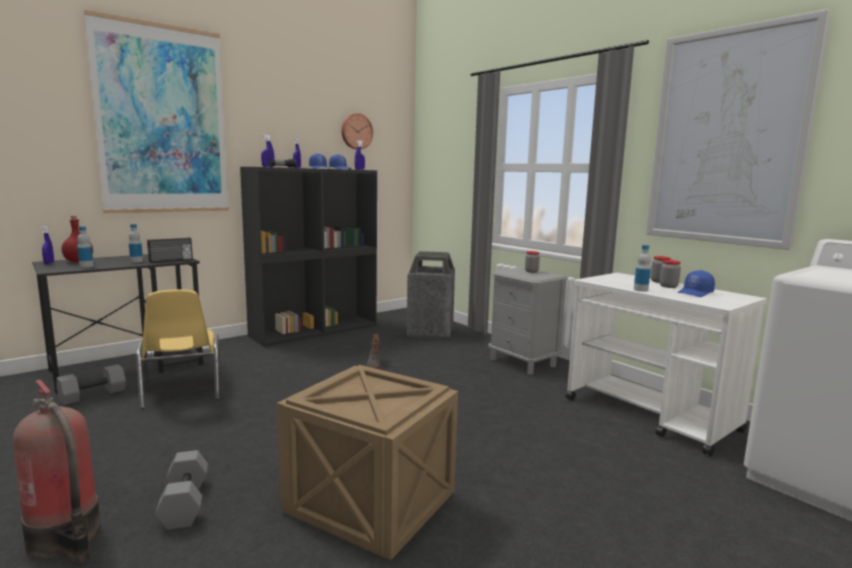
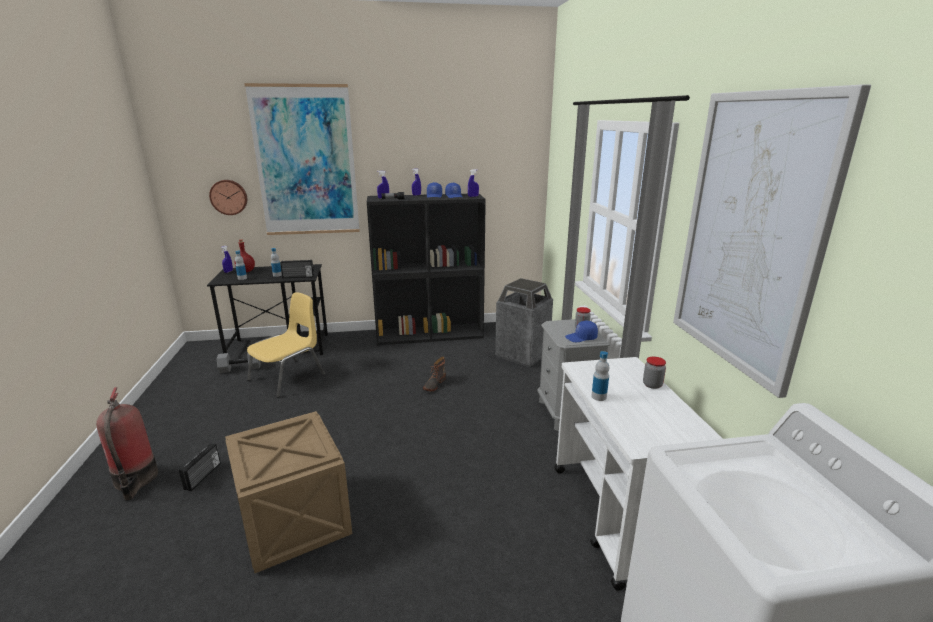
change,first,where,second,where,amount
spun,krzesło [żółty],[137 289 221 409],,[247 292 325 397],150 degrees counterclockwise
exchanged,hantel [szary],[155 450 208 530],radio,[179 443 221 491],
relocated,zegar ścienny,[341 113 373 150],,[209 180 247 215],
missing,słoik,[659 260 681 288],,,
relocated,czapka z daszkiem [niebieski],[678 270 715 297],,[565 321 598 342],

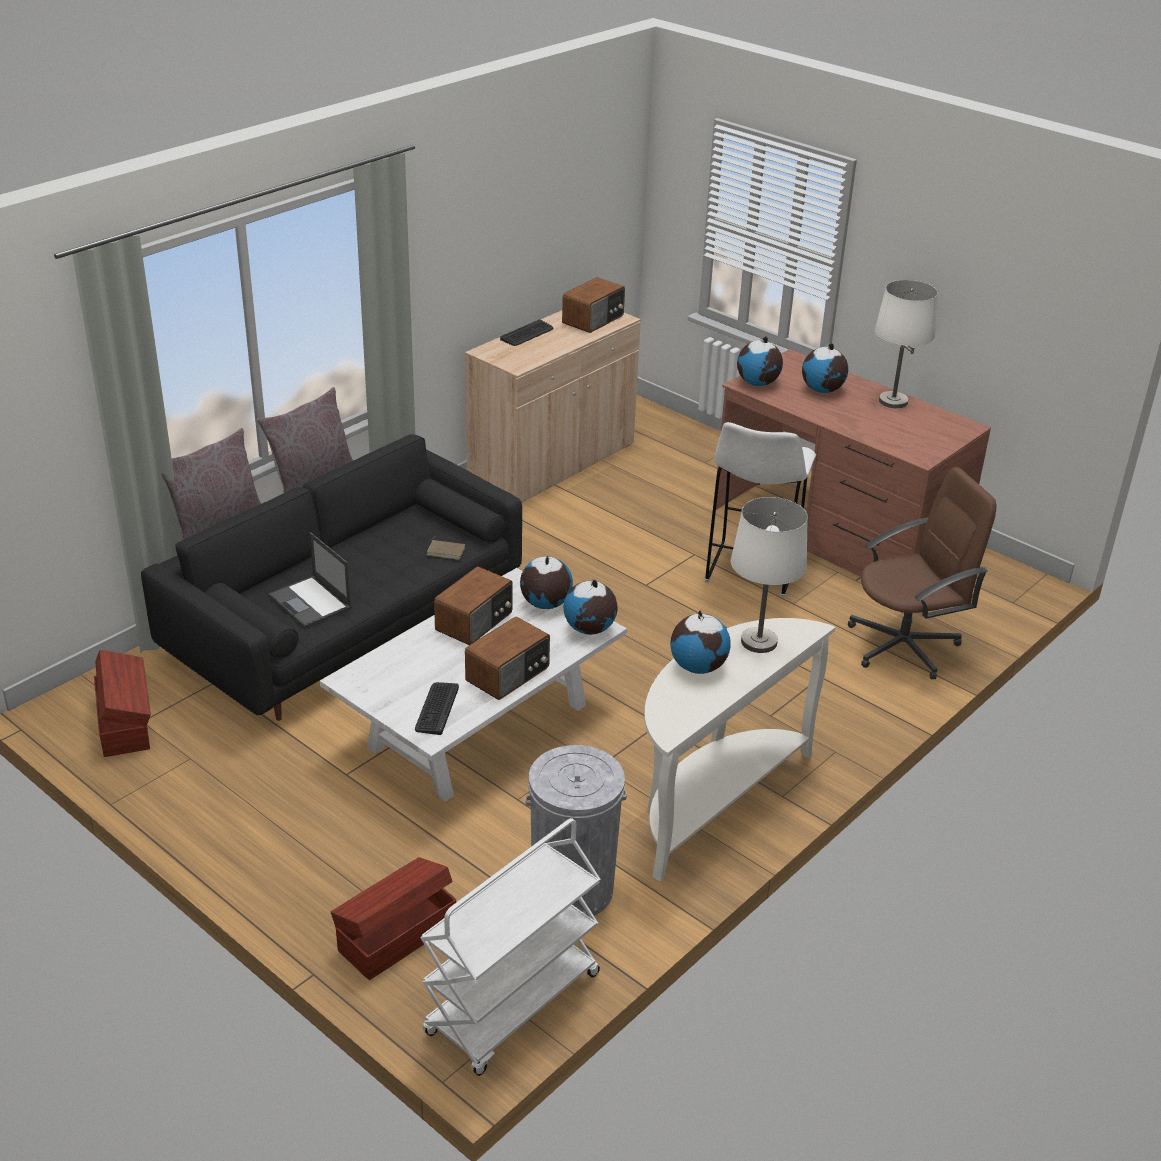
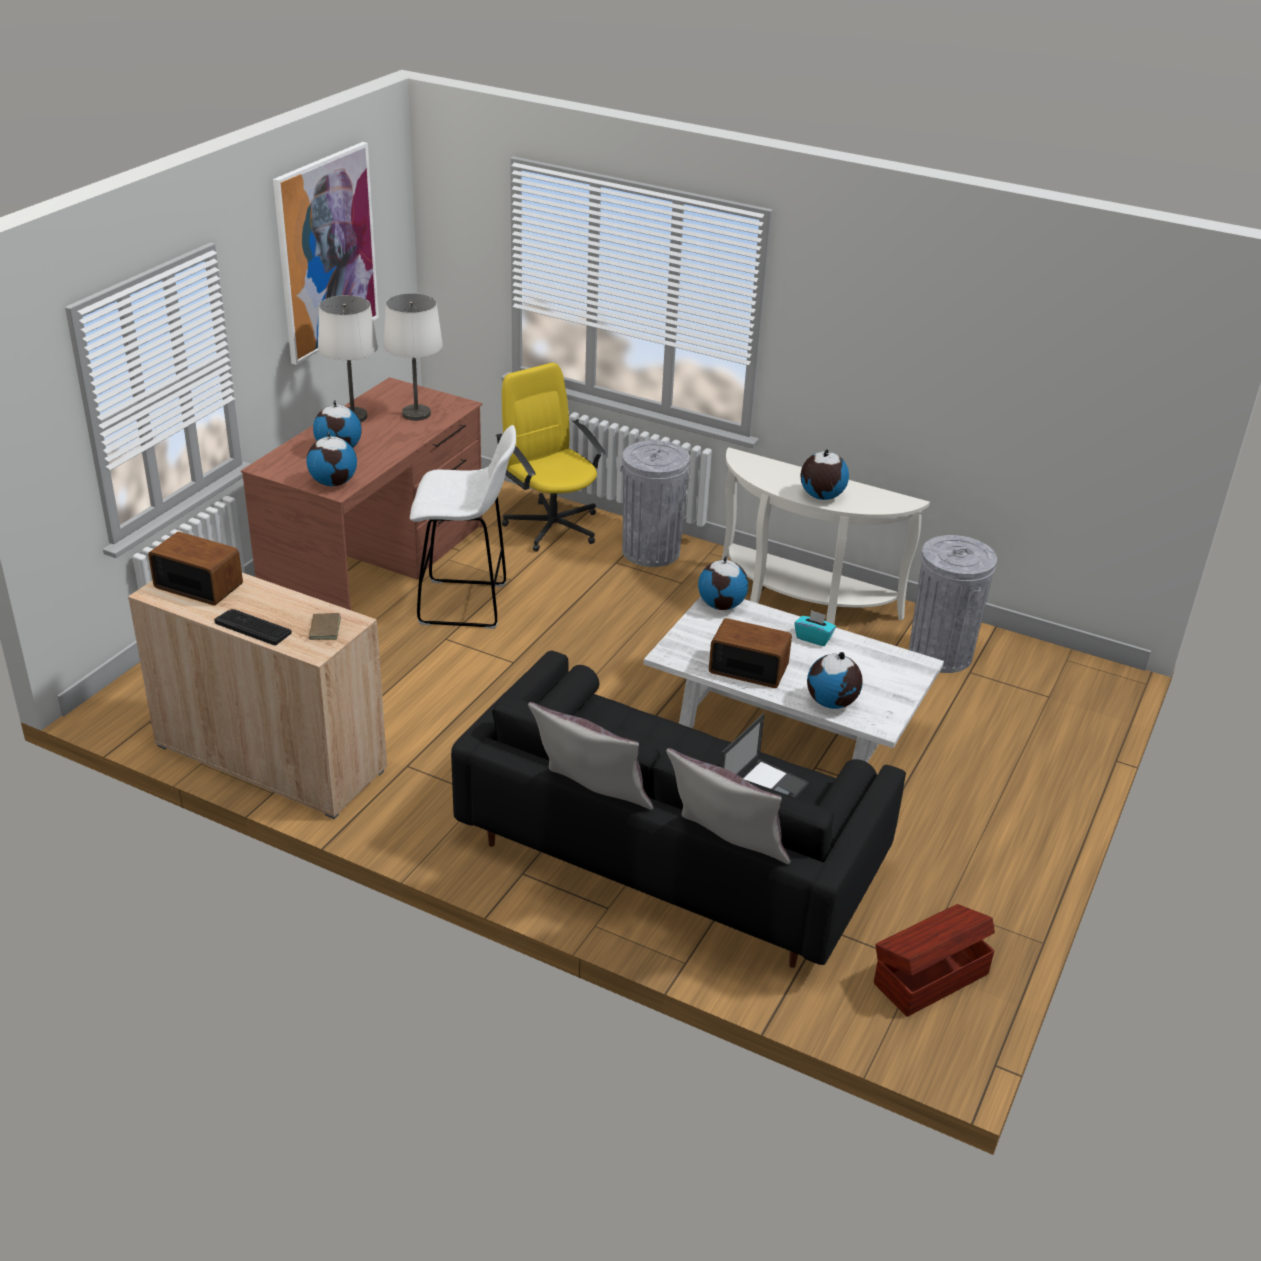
change,first,where,second,where,amount
missing,pojemnik do przechowywania [brązowy],[331 857 456 980],,,
missing,klawiatura,[415 682 459 735],,,
missing,wózek [biały],[420 818 601 1076],,,
relocated,książka [brązowy],[427 536 465 560],,[308 613 341 640],
exchanged,radio,[465 617 550 700],pudełko chusteczek [turkusowy],[794 610 836 646],
relocated,globus,[520 556 573 609],,[807 652 863 709],
relocated,lampa stołowa [biały],[731 497 808 653],,[384 293 443 421],
colour,krzesło biurowe [brązowy],[848 467 996 679],krzesło biurowe [żółty],[496 363 605 552],
appeared,,,obraz,[273 142 379 365],
appeared,,,kosz na śmieci [szary],[620 440 690 567],

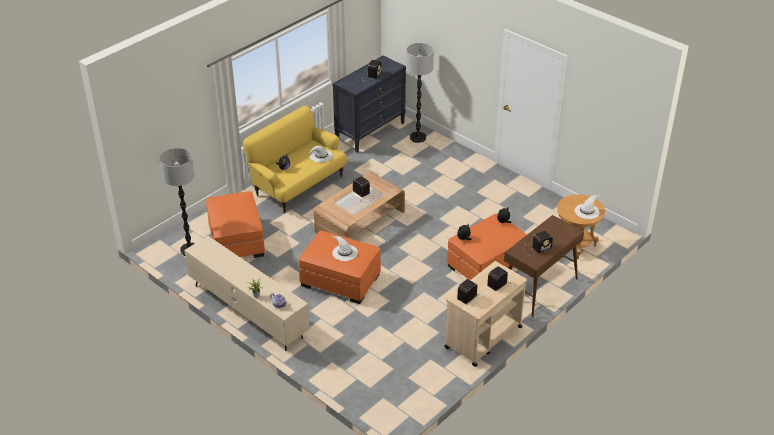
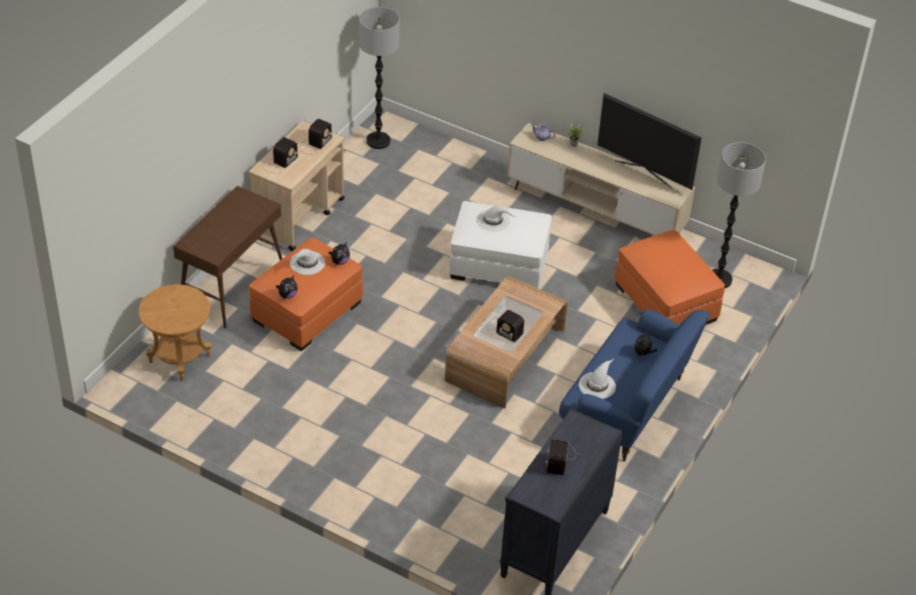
change,first,where,second,where,amount
colour,kanapa [żółty],[243 106 347 213],kanapa [niebieski],[559 309 710 461],
colour,pufa [pomarańczowy],[299 231 381 304],pufa [biały],[449 201 552 288],
relocated,lampa stojąca,[406 43 434 143],,[359 7 400 149],
missing,radio,[524 231 553 254],,,
relocated,kapelusz [biały],[575 195 600 219],,[290 249 325 275],
appeared,,,telewizor,[597 93 701 190],

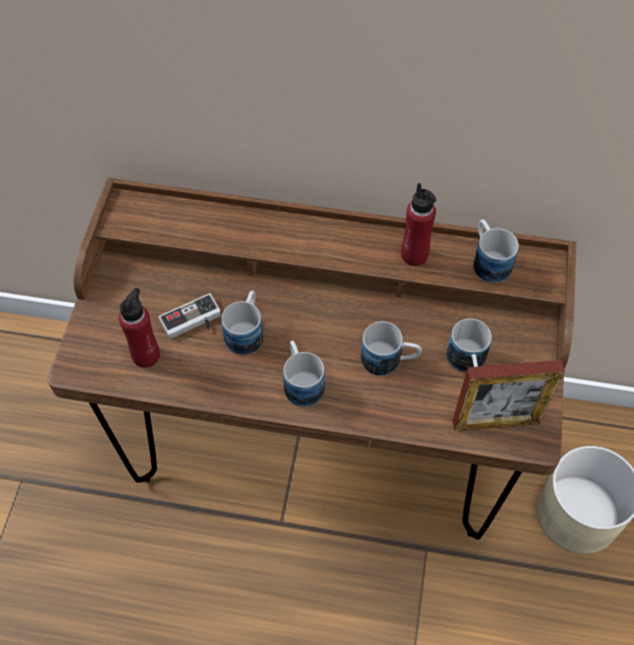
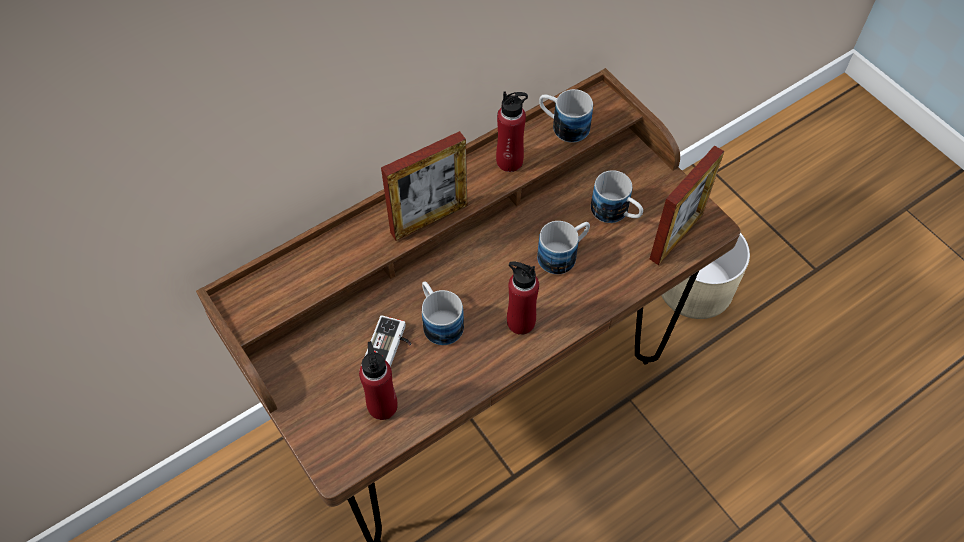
change,first,where,second,where,amount
exchanged,kubek,[283 341 325 407],butelka [czerwony],[507 261 539 335],
appeared,,,ramka na zdjęcie,[381 131 467 240],

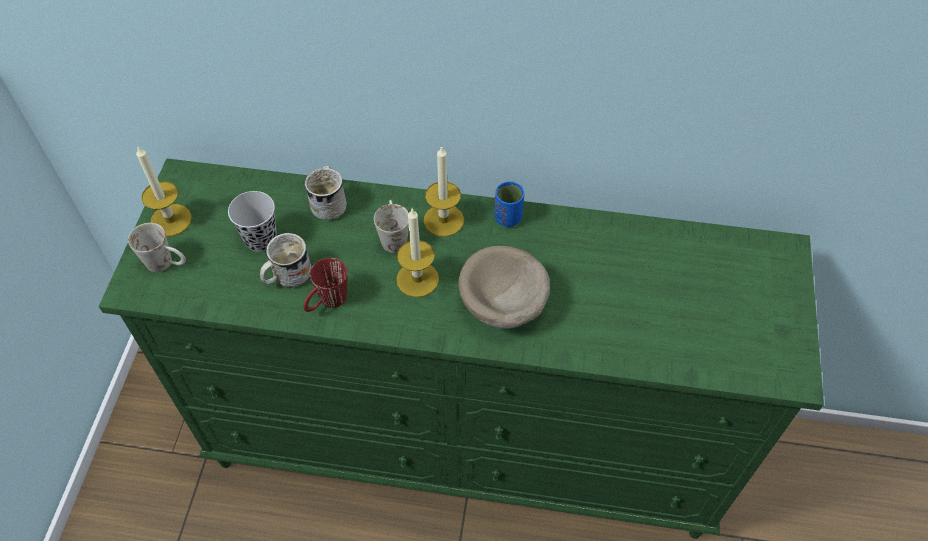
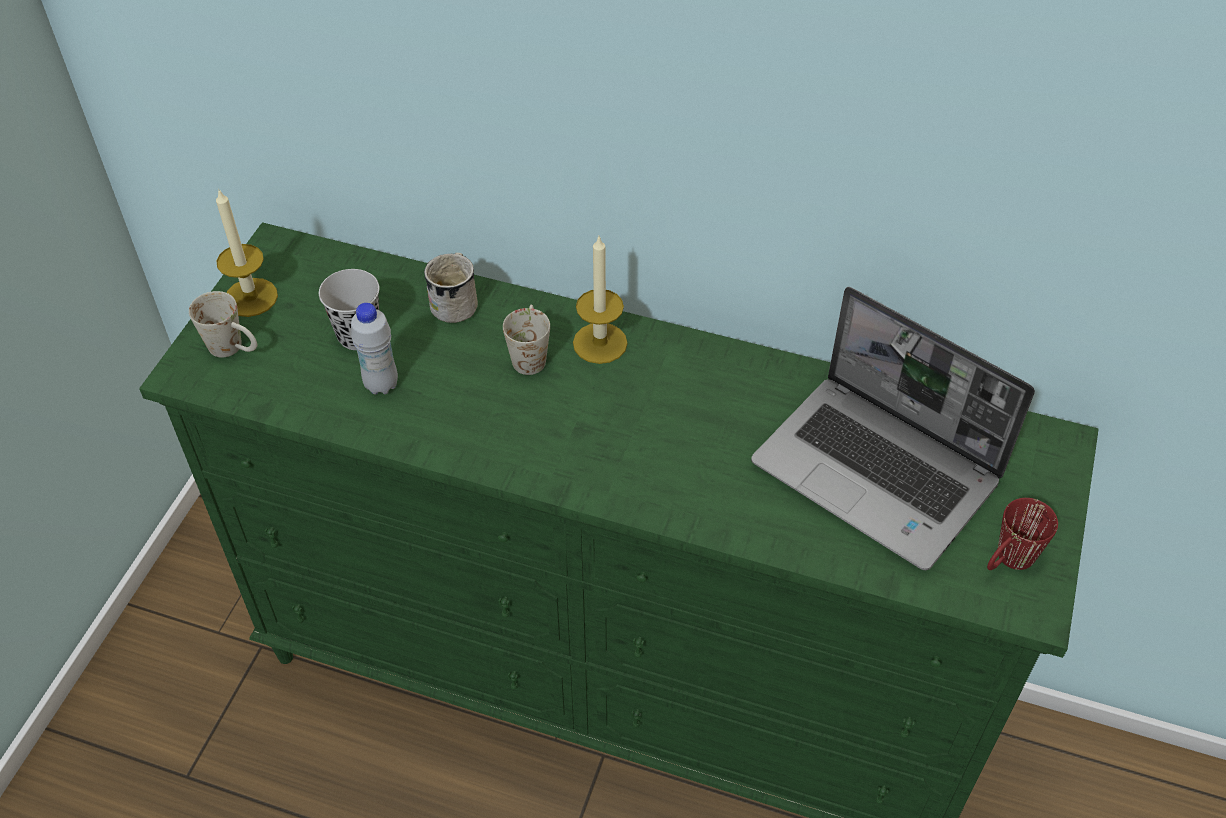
change,first,where,second,where,amount
exchanged,kubek [biały],[260 233 312 289],butelka [biały],[351 303 398 395],
relocated,kubek [czerwony],[304 258 348 312],,[987 498 1058 570],
missing,świeca,[396 207 439 297],,,
missing,miska [beżowy],[459 246 550 329],,,
missing,filiżanka [niebieski],[495 181 524 227],,,
appeared,,,laptop,[751 287 1035 570],

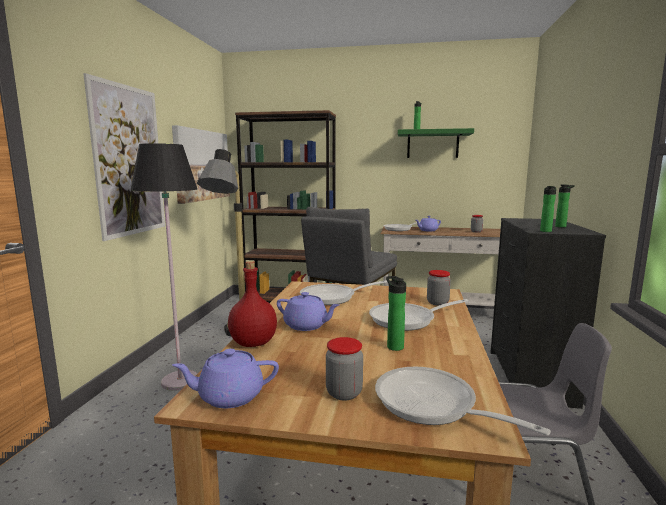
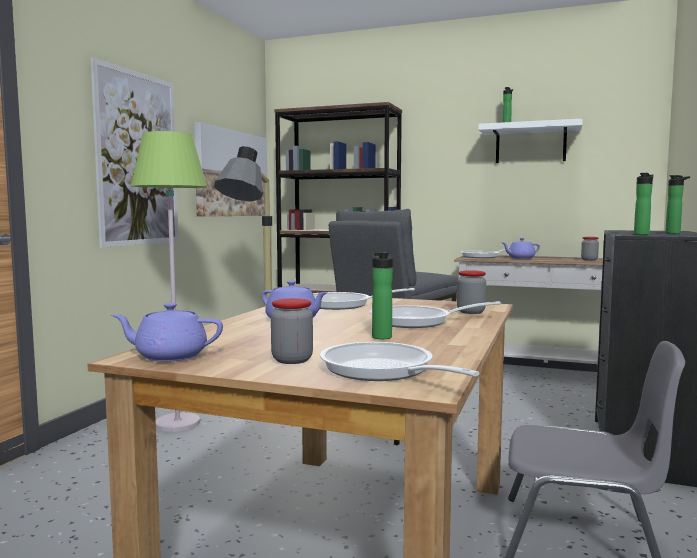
change,first,where,second,where,amount
colour,lampa stojąca [czarny],[131 143 198 391],lampa stojąca [zielony],[131 131 207 432],
missing,butelka [czerwony],[228 261 277 347],,,
colour,półka [zielony],[398 128 474 158],półka [biały],[478 119 583 163],

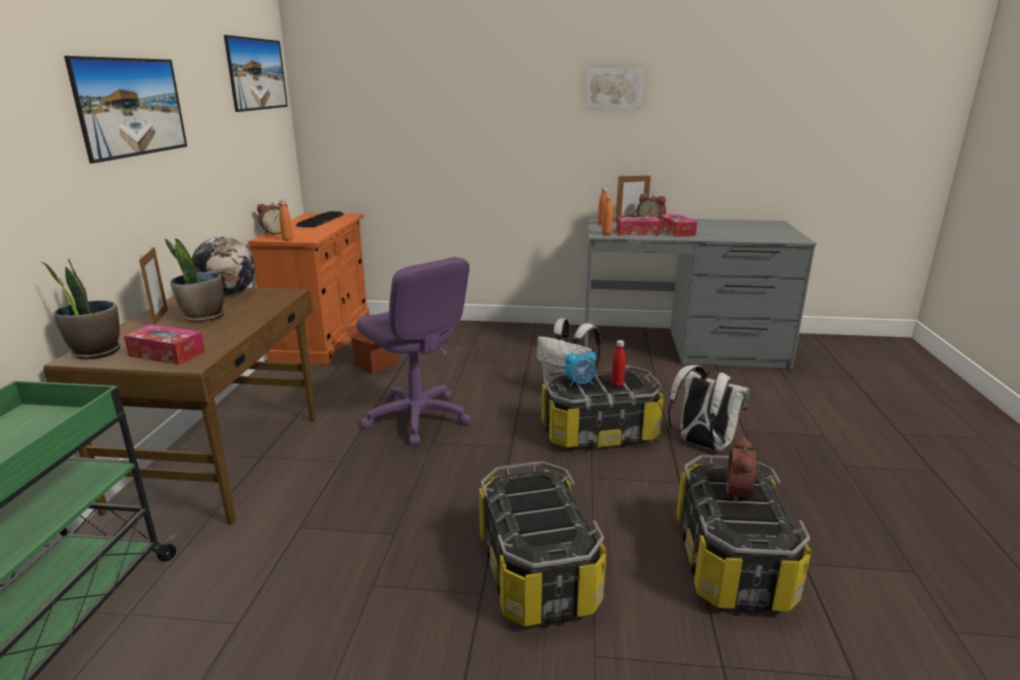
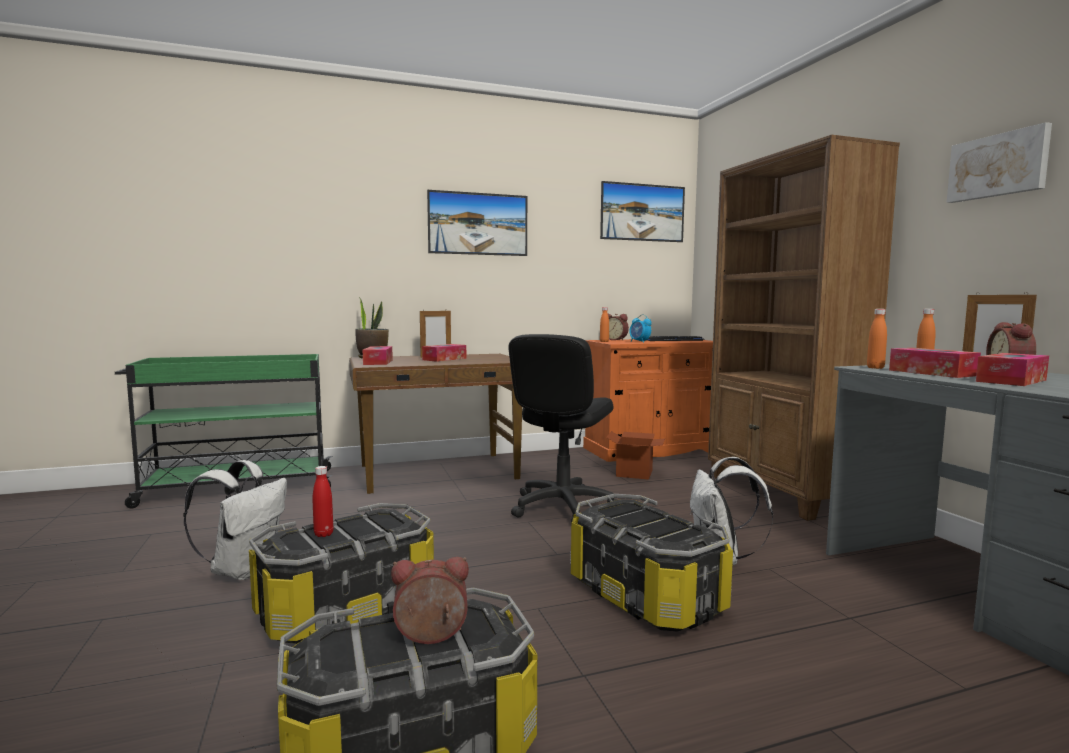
change,first,where,second,where,amount
exchanged,roślina doniczkowa,[165 238 225 322],pudełko chusteczek,[422 344 466 362],
missing,globus,[192 237 255 296],,,
colour,krzesło biurowe [fioletowy],[357 257 471 445],krzesło biurowe [czarny],[508 334 617 522],
relocated,budzik,[565 347 596 387],,[629 314 652 343],
relocated,butelka [czerwony],[611 340 625 387],,[313 466 333 537],
relocated,plecak [biały],[668 365 749 451],,[183 460 287 580],
appeared,,,regał [brązowy],[708 135 900 521],

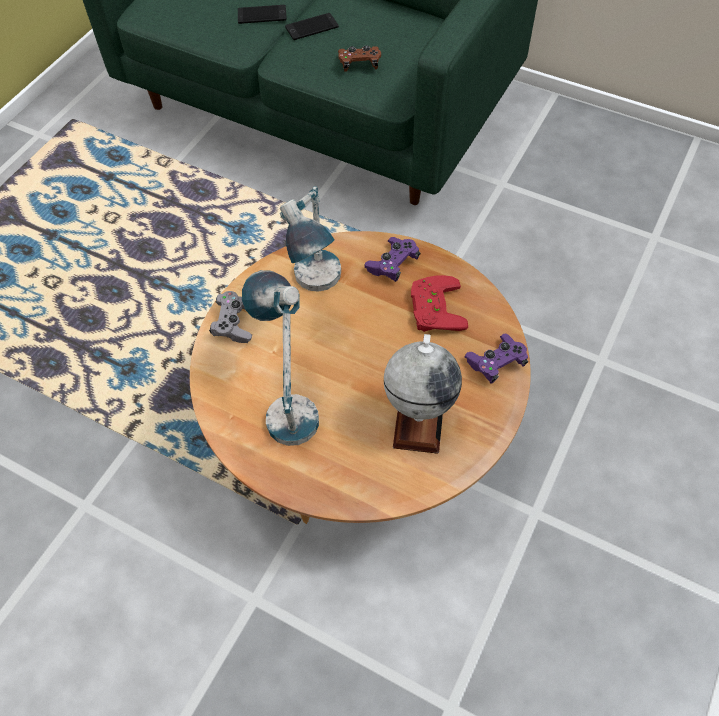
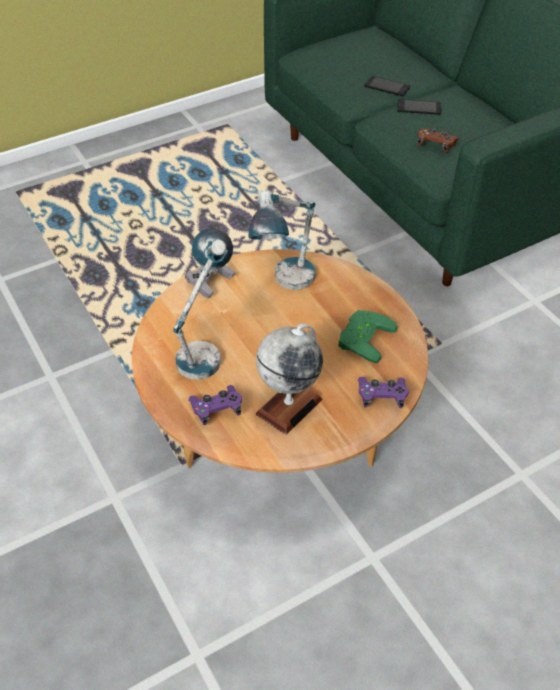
change,first,where,second,where,amount
relocated,pad do gier [fioletowy],[364 237 421 282],,[188 385 242 425],
colour,pad do gier [czerwony],[411 275 468 332],pad do gier [zielony],[338 310 398 363],

